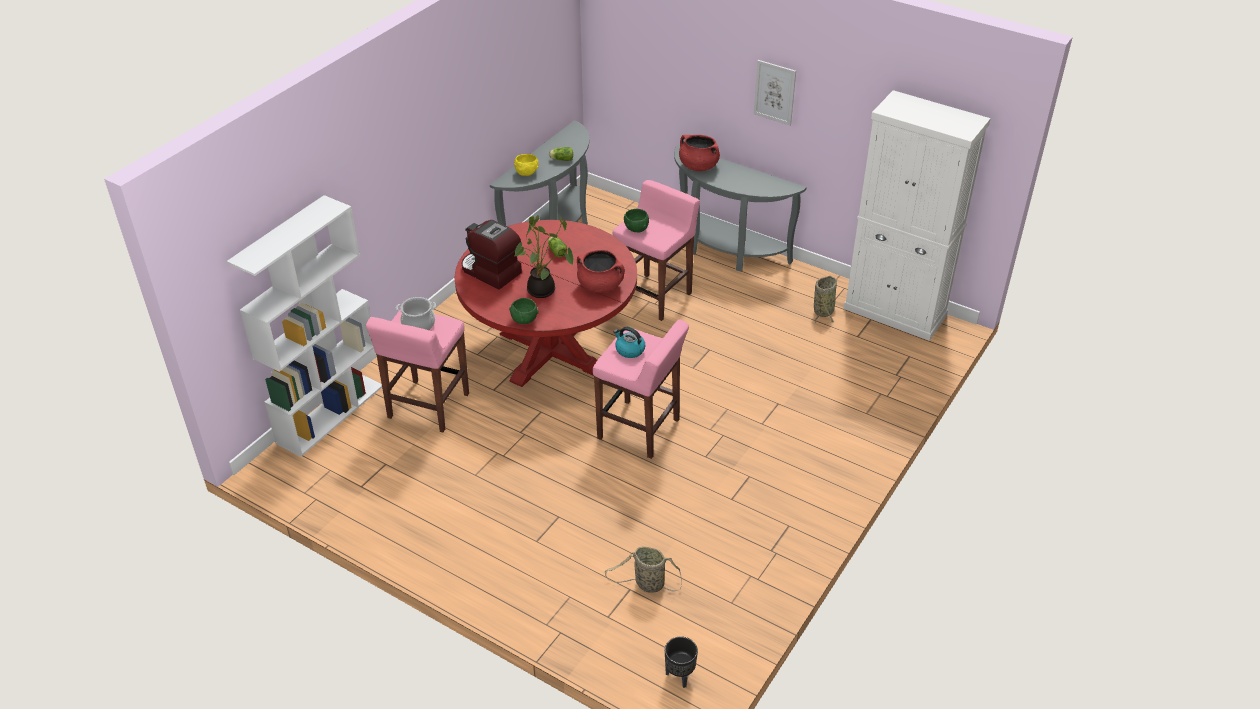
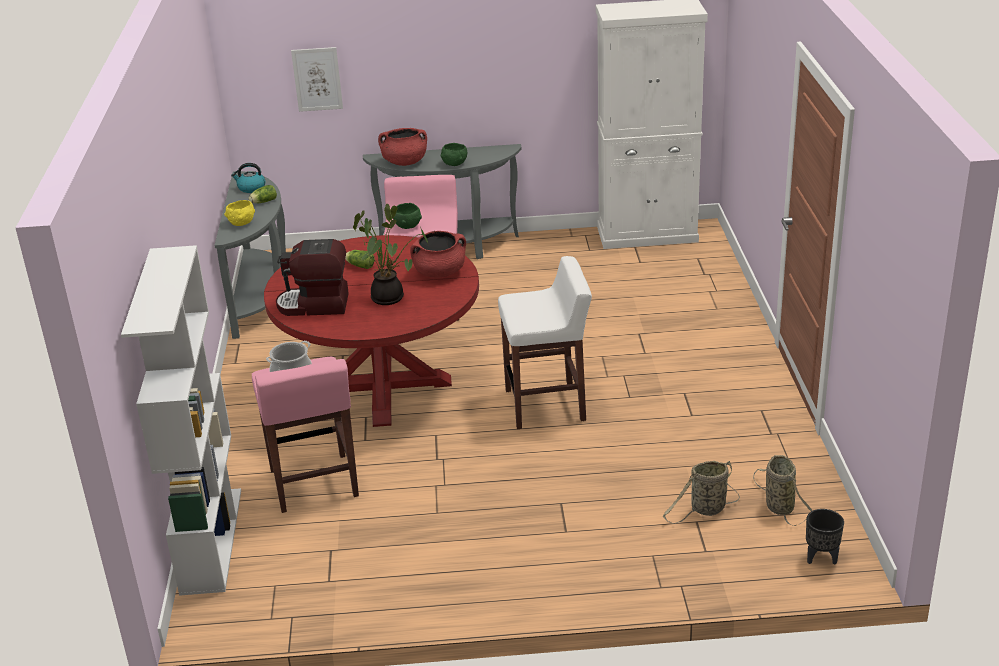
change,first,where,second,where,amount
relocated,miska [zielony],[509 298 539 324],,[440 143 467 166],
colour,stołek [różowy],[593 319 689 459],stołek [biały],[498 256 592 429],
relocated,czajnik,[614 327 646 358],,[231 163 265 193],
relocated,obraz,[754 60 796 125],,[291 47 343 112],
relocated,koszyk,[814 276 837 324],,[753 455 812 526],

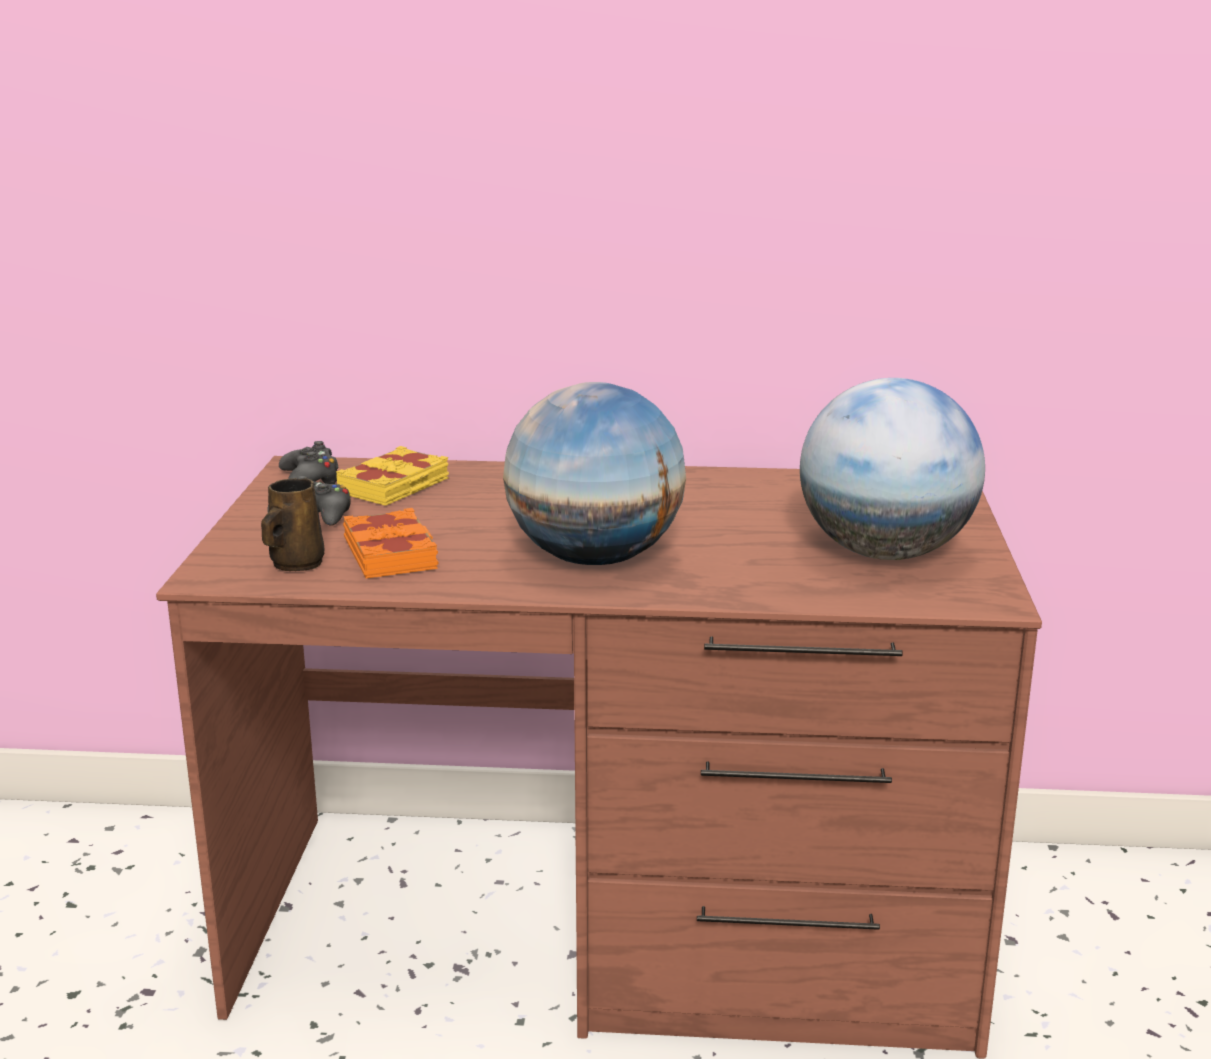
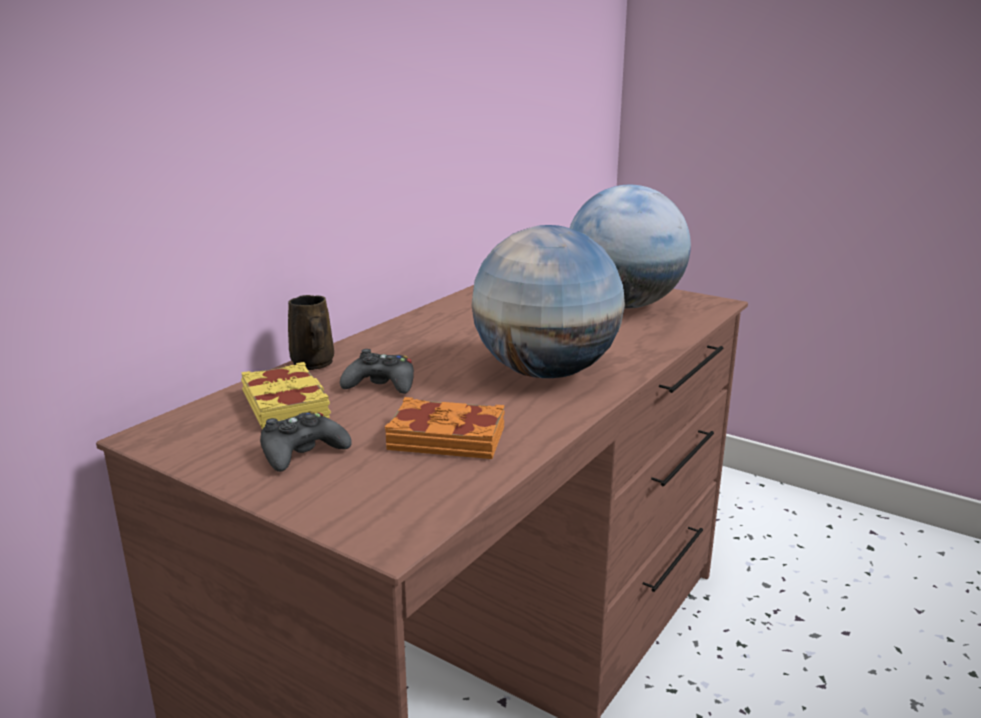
change,first,where,second,where,amount
relocated,kubek [brązowy],[261 478 324 571],,[288 295 334 370],
relocated,pad do gier [czarny],[279 441 338 484],,[340 349 414 394],

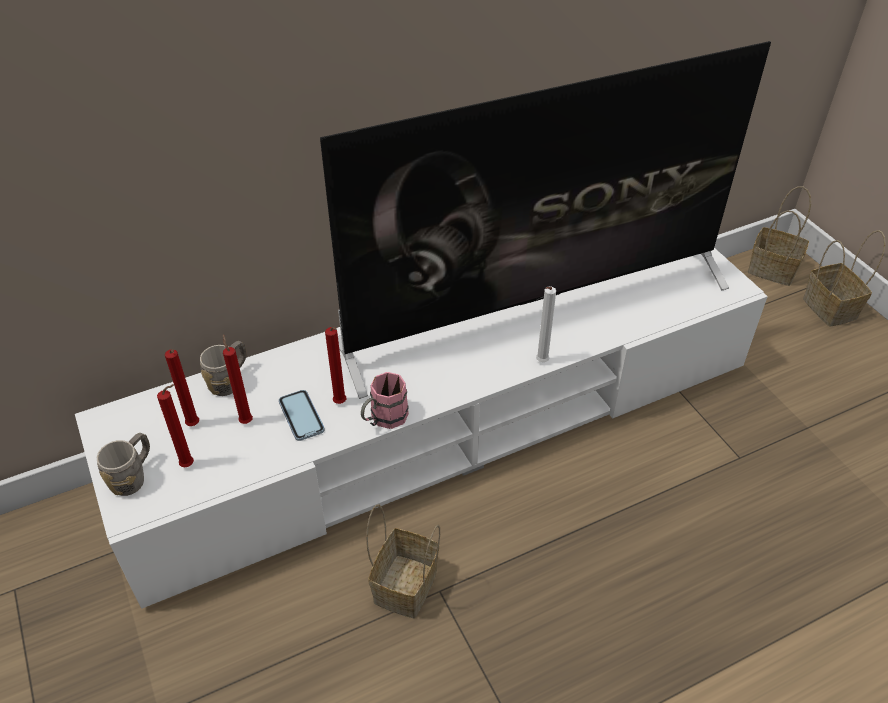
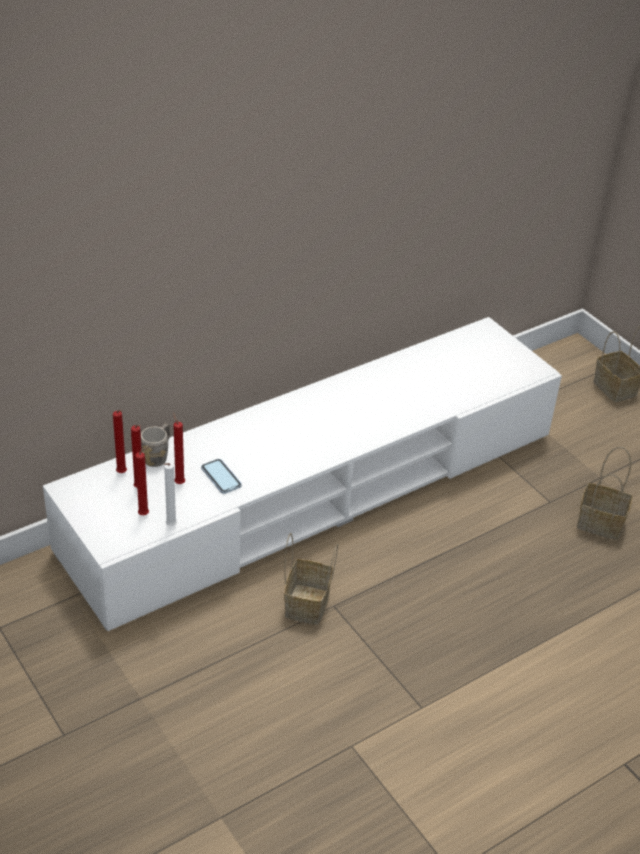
change,first,where,second,where,amount
missing,kubek [szary],[97 433 150 496],,,
missing,telewizor,[320 41 771 399],,,
relocated,świeca [czerwony],[325 327 347 404],,[113 410 127 473],
missing,kubek [różowy],[361 372 409 429],,,
relocated,świeca [biały],[536 286 556 362],,[164 463 177 526],
relocated,koszyk,[748 186 811 286],,[577 447 632 540],

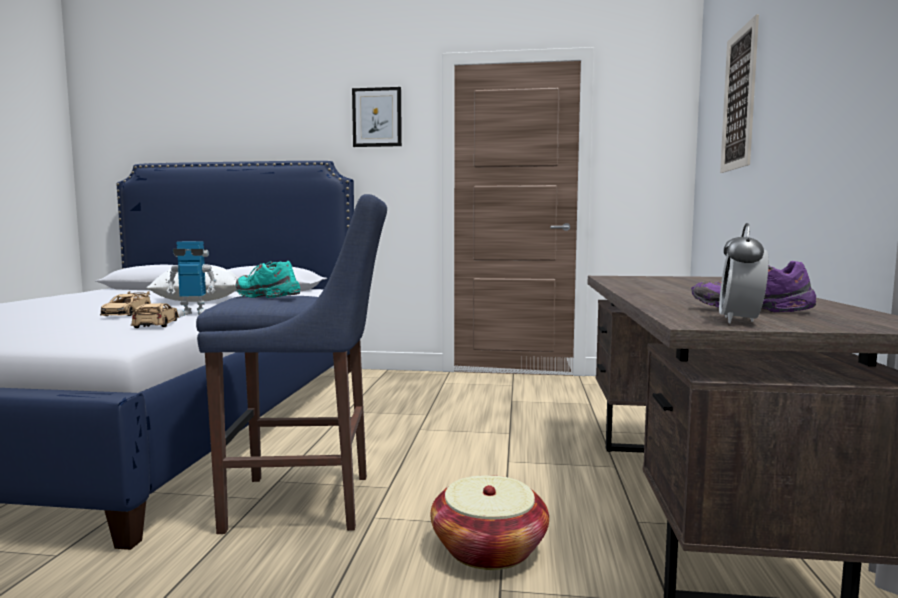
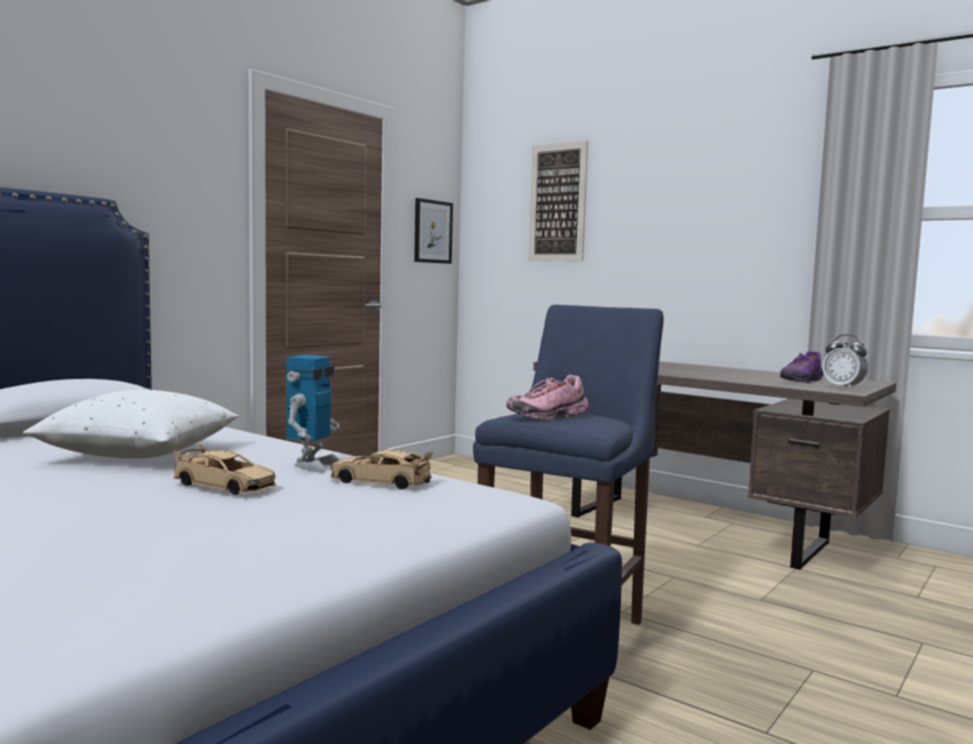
change,first,where,second,where,amount
colour,but [turkusowy],[236 261 300 298],but [różowy],[506 375 588 420],
relocated,obraz,[352 87 402 147],,[414 198 453 264],
missing,koszyk,[430 475 549 570],,,

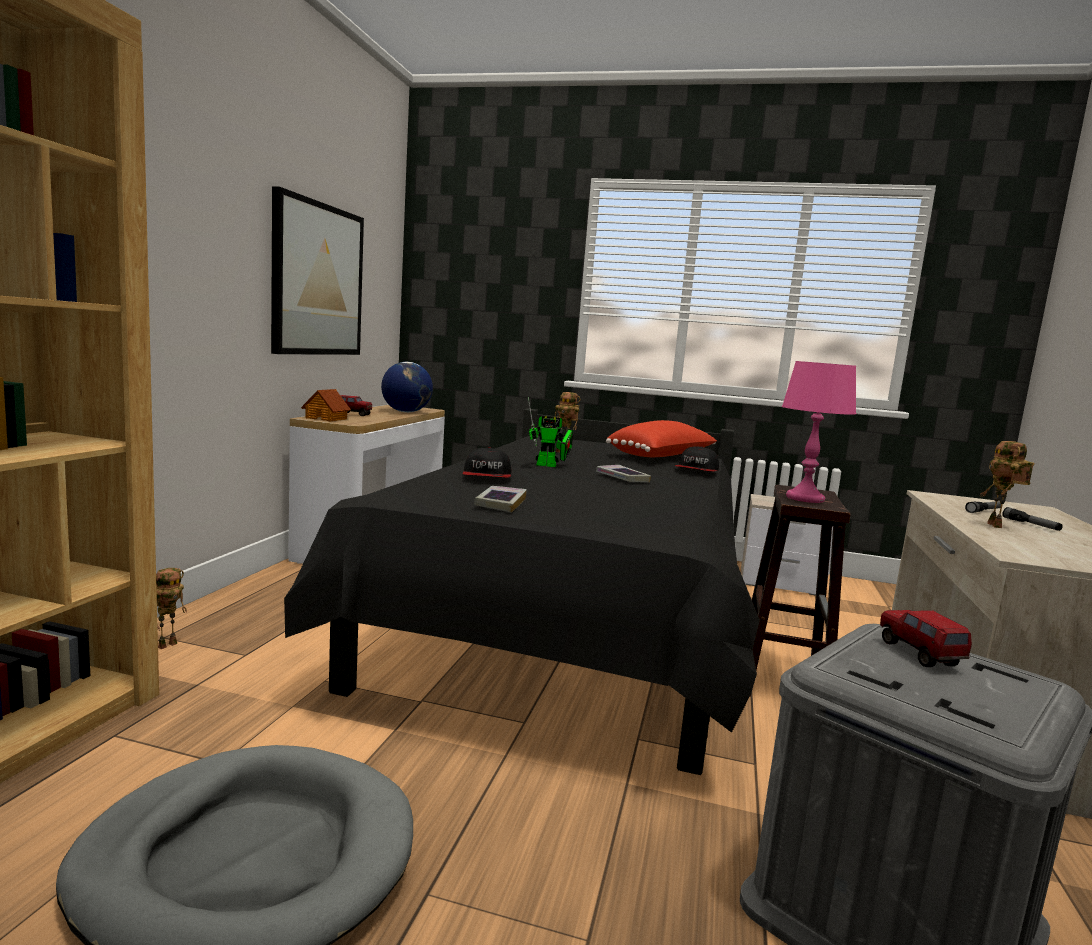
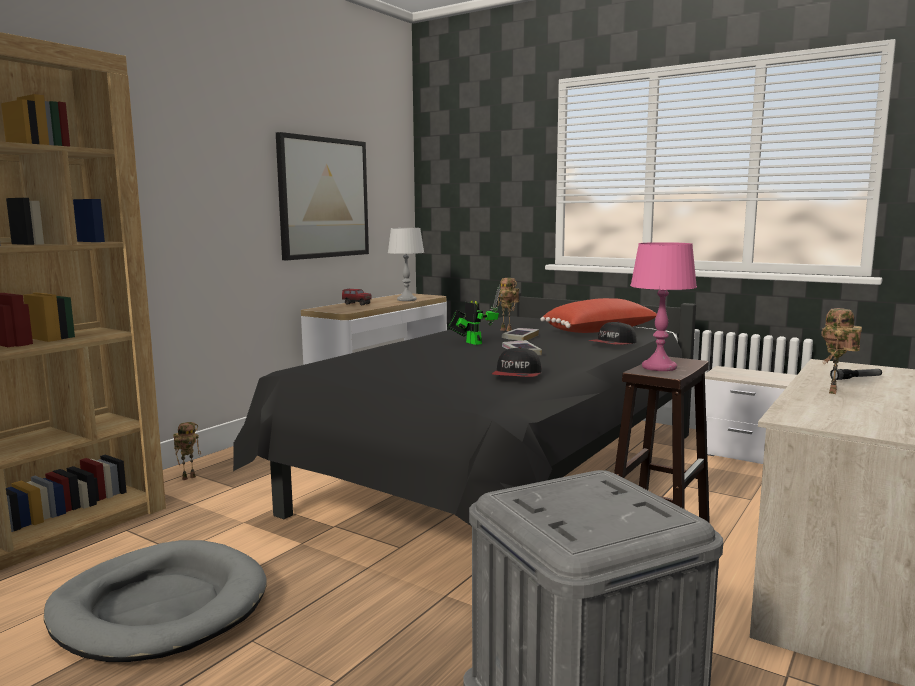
change,first,where,second,where,amount
missing,domek,[301 389 351 421],,,
exchanged,globus,[381 362 433 413],lampa stołowa [szary],[388 228 424 301],
relocated,czapka z daszkiem,[462 447 511 478],,[492 347 541 377],
relocated,książka,[474 486 527 513],,[502 328 539 341],
spun,robot zabawkowy,[528 397 573 467],,[448 285 501 345],150 degrees counterclockwise
missing,ciężarówka zabawkowa,[880 610 972 667],,,
missing,latarka,[1003 507 1063 531],,,

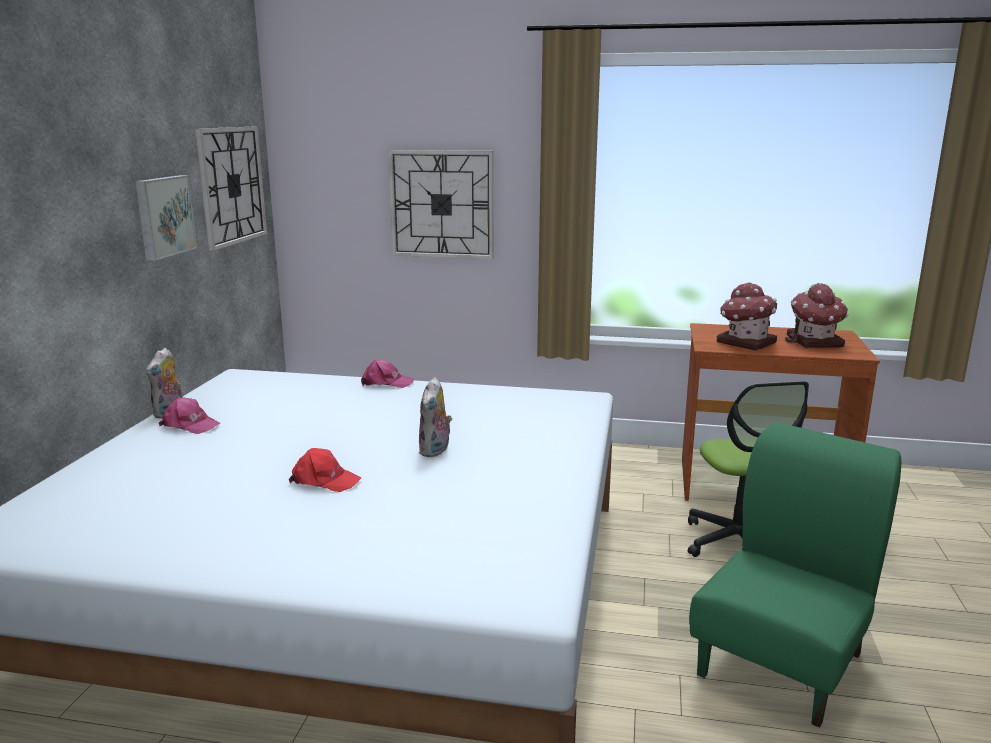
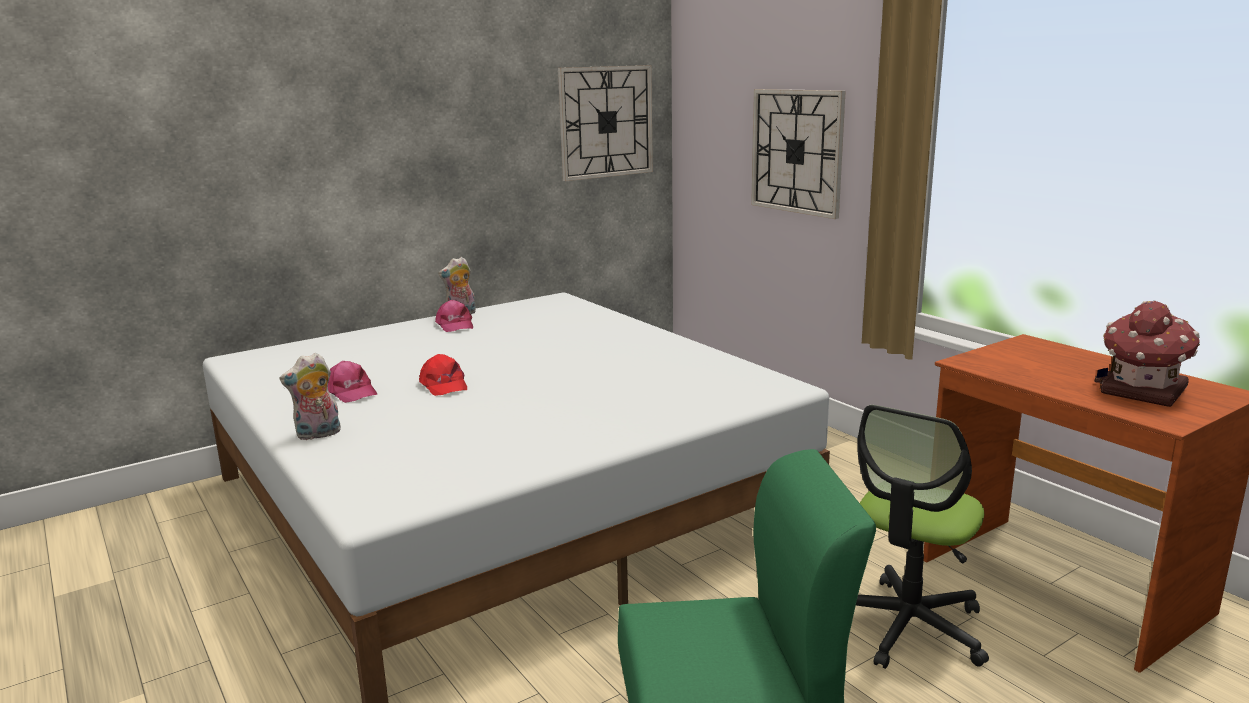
change,first,where,second,where,amount
missing,obraz,[135 175 197 261],,,
relocated,czapka z daszkiem [różowy],[361 360 414 388],,[328 361 377 403],
relocated,pluszak,[419 377 452 457],,[280 353 341 440],
missing,domek,[717 282 777 351],,,

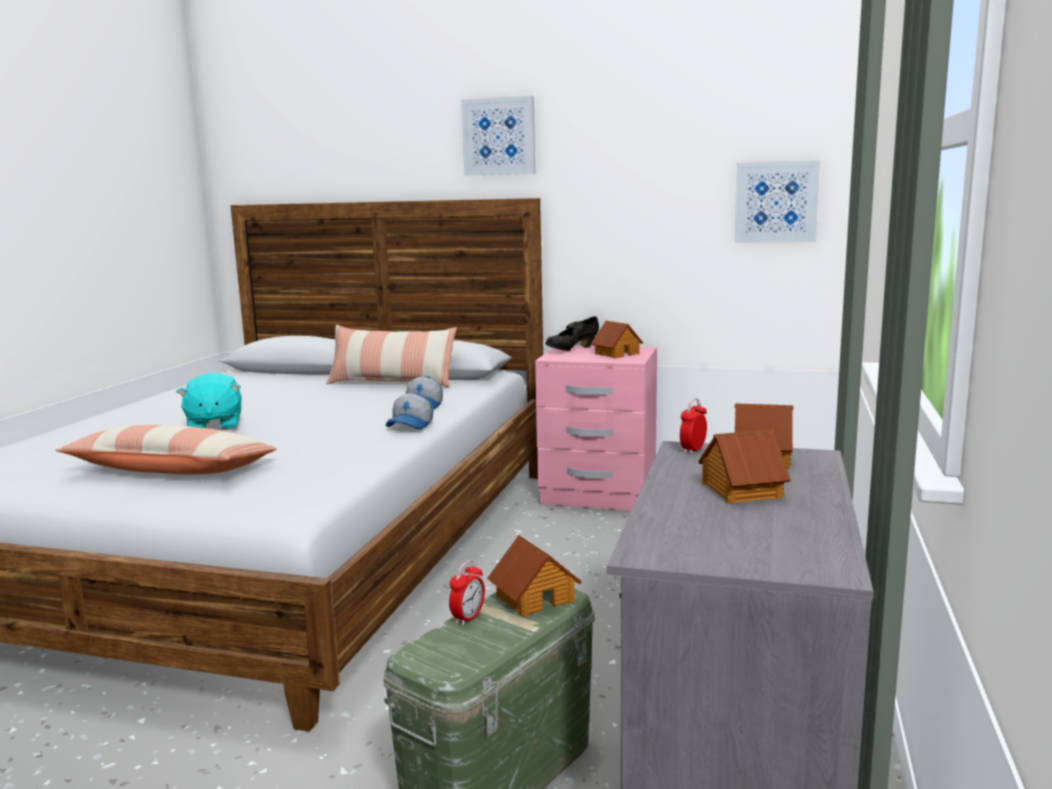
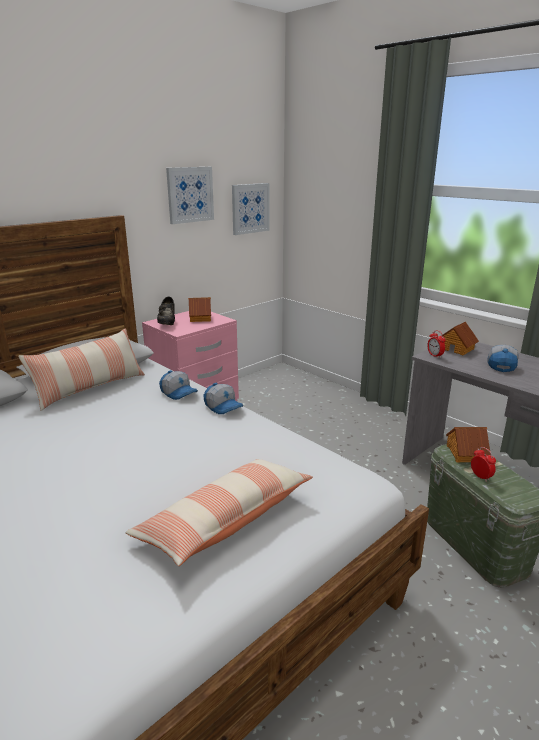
change,first,where,second,where,amount
missing,pluszak [turkusowy],[176 373 241 430],,,
relocated,obraz,[461 96 535 176],,[166 167 214 224],
exchanged,domek,[698 429 791 503],czapka z daszkiem,[487 345 518 372],

